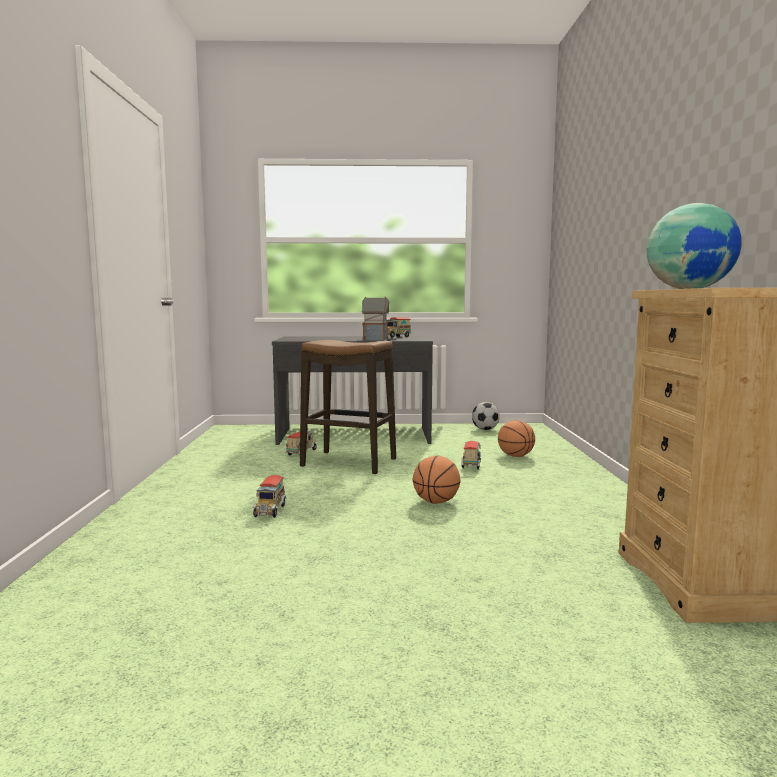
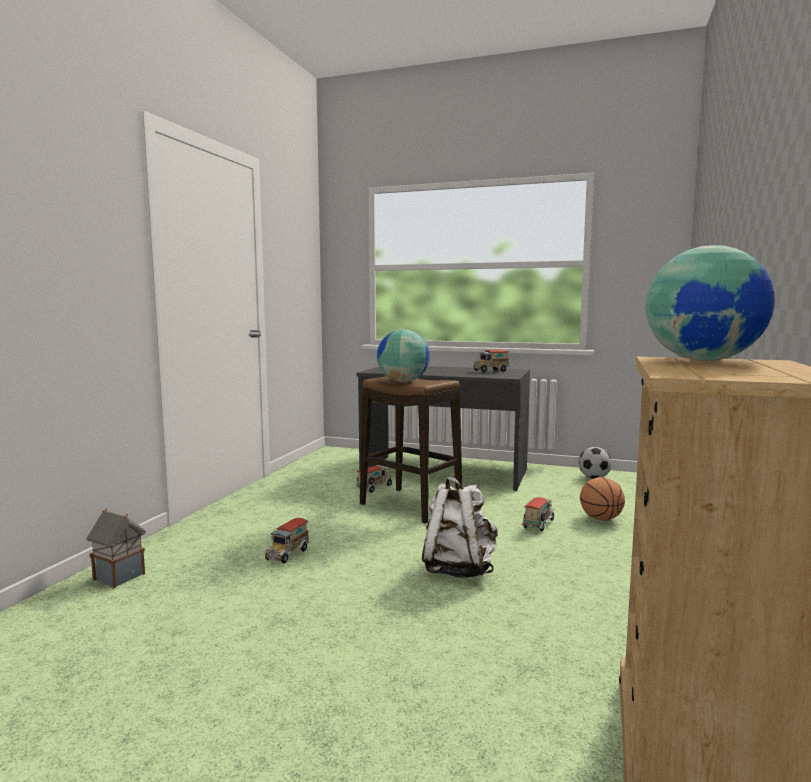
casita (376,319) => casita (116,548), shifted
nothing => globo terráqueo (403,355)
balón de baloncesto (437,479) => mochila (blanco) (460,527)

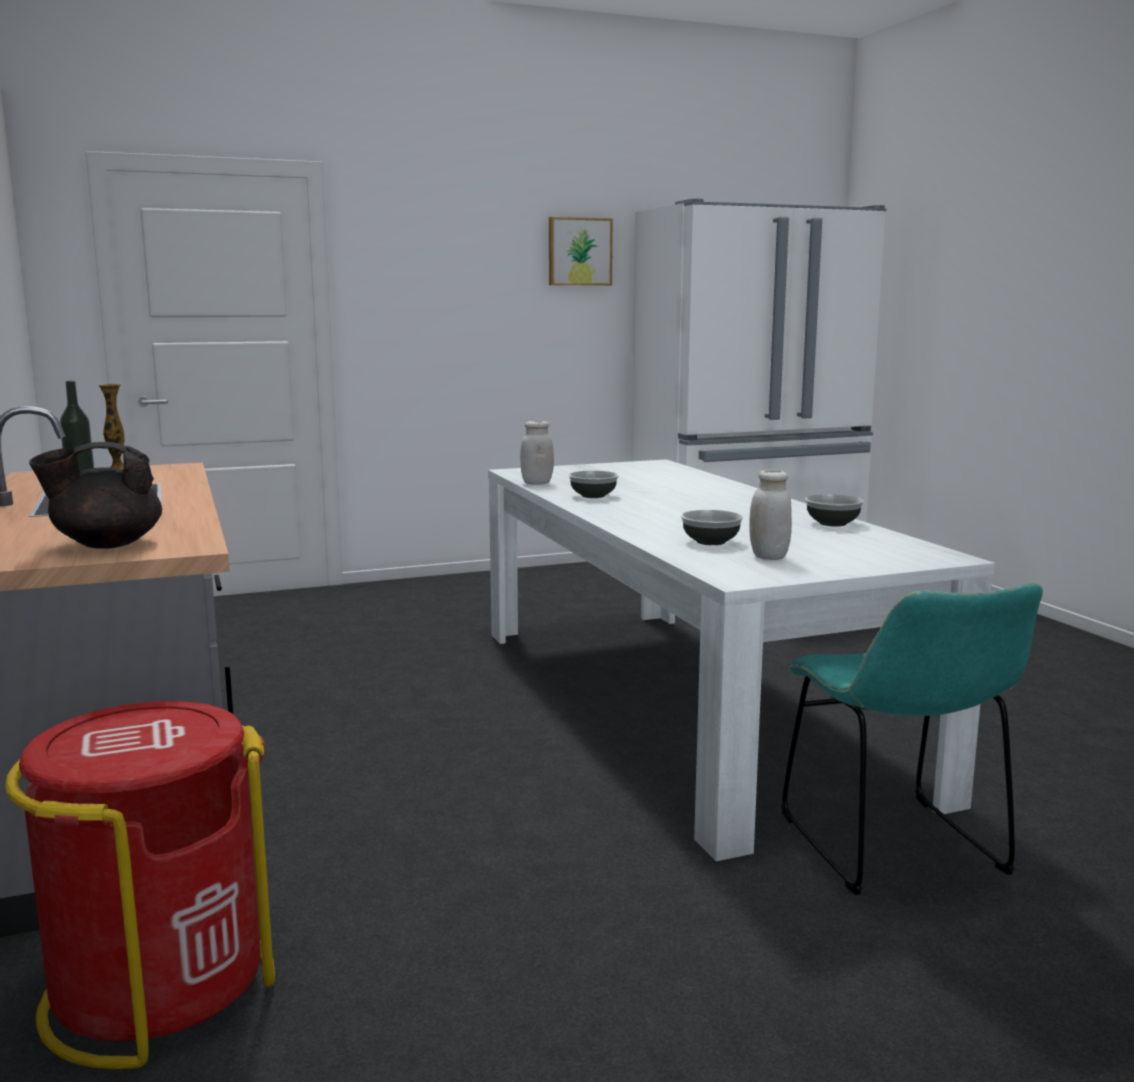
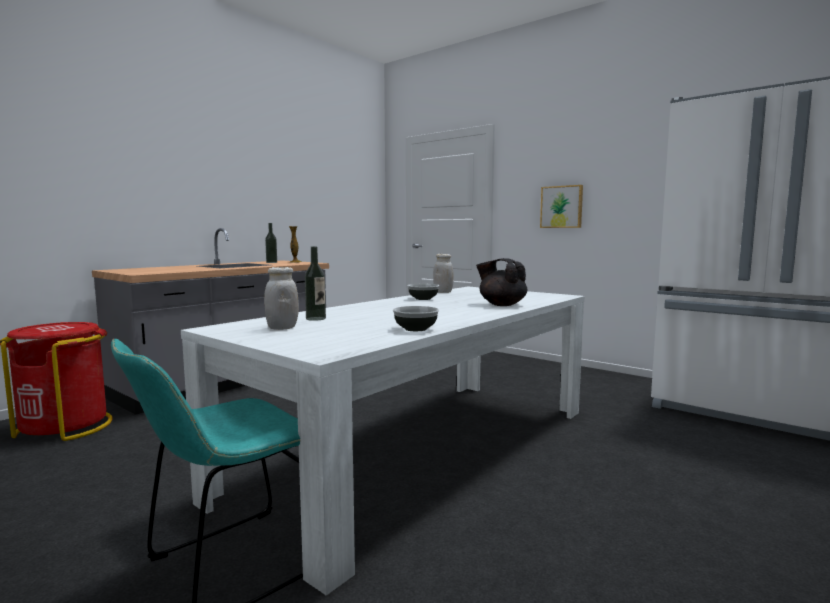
cuenco (712,527) => botella (315,283)
tetera (negro) (95,495) => tetera (negro) (501,282), shifted
cuadro (581,251) => cuadro (561,206), shifted

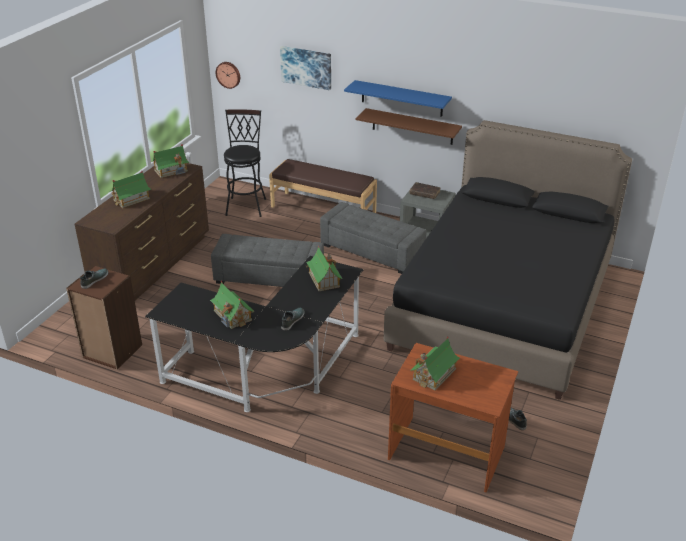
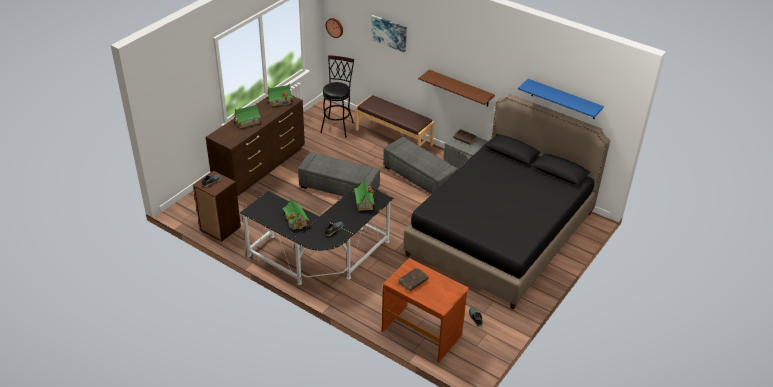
casita (435,364) => libro (marrón) (413,279)
estante (azul) (398,98) => estante (azul) (561,99), shifted

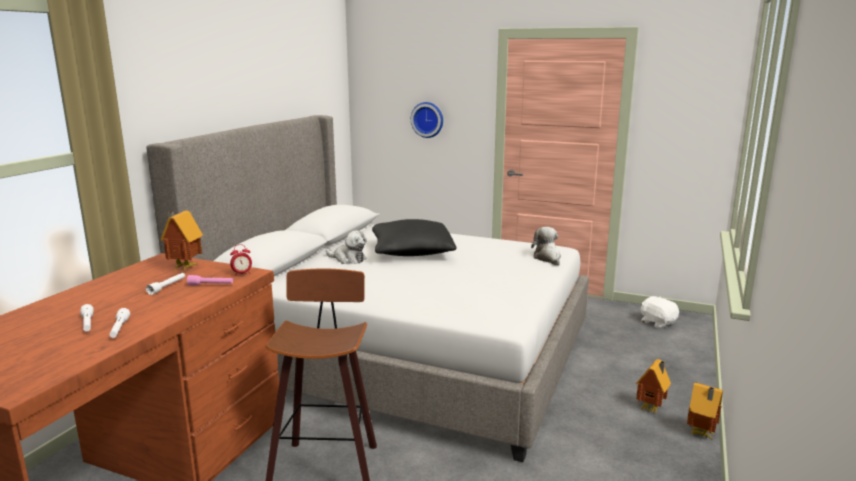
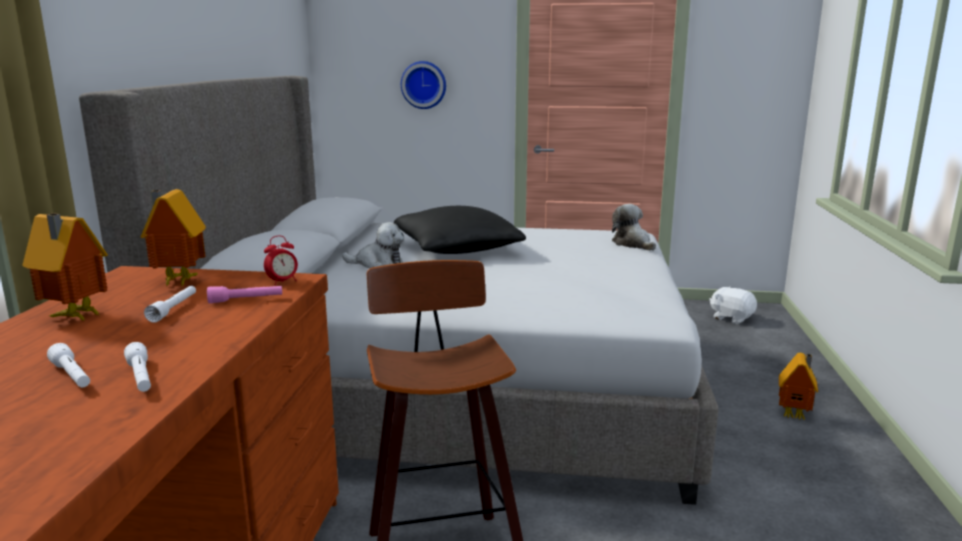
casita (705,410) => casita (65,267), shifted

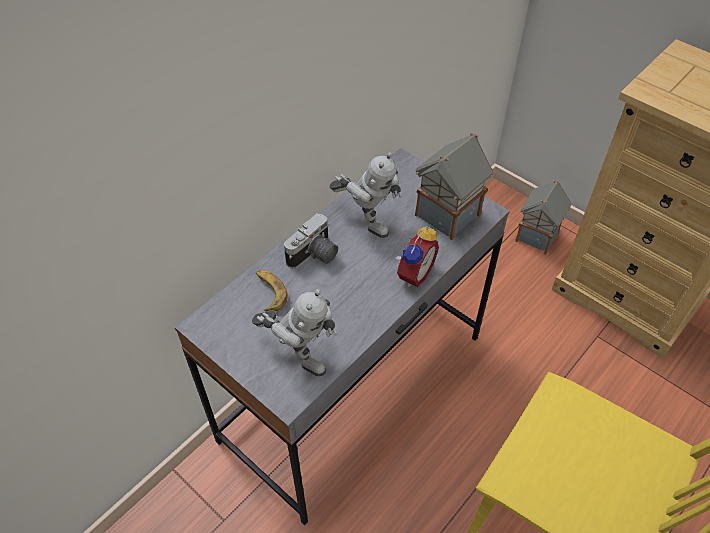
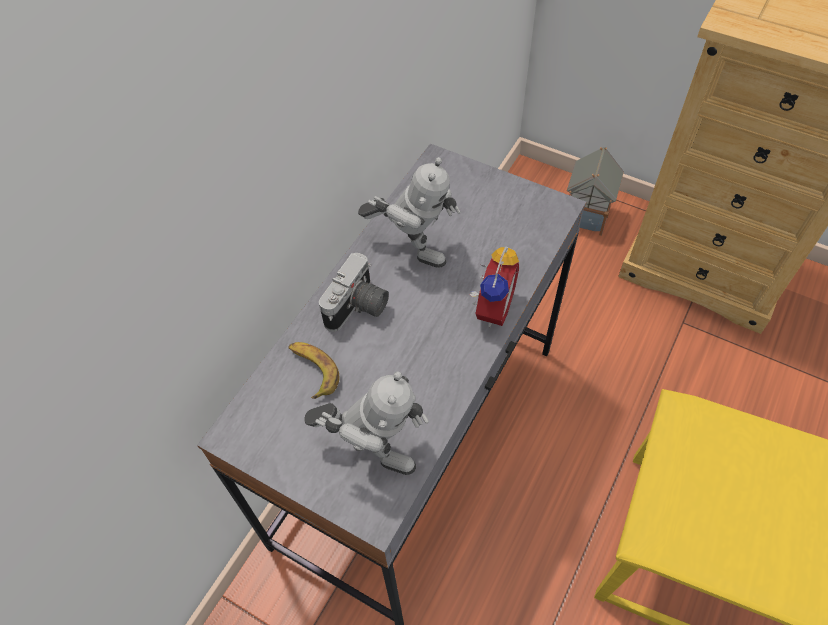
casita (454,186) => nothing

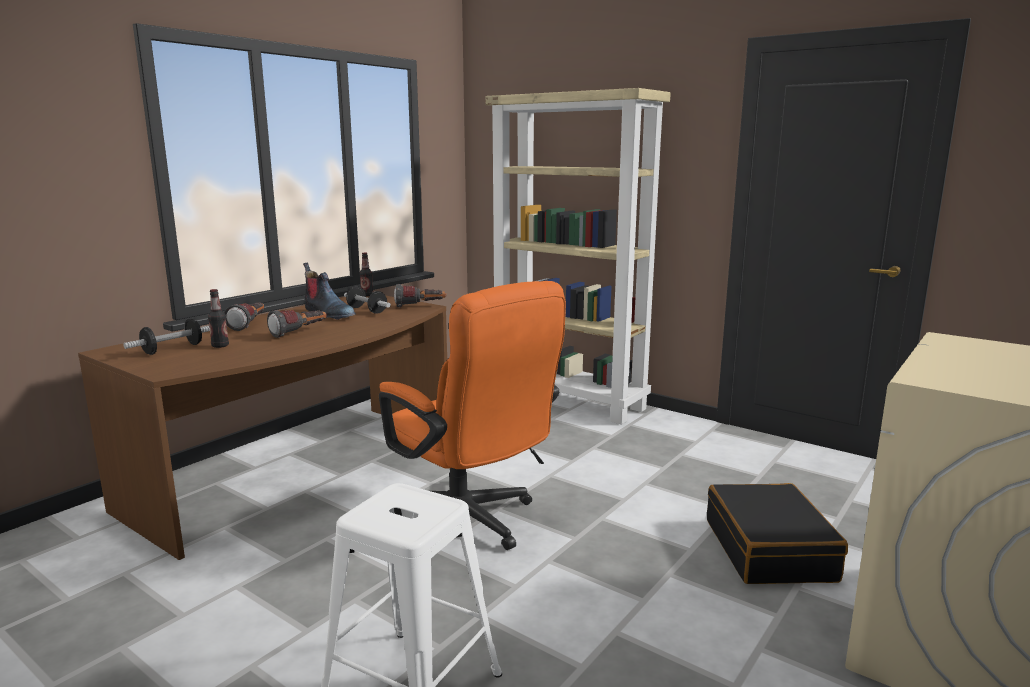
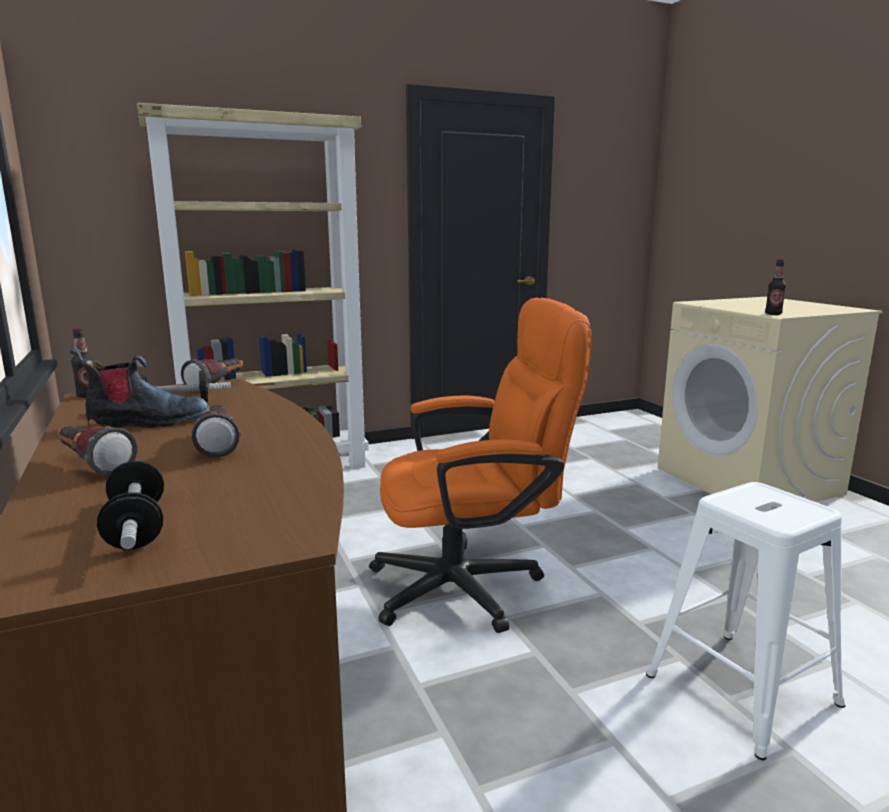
botella (218,318) => botella (775,287), shifted
maleta (negro) (777,533) => nothing

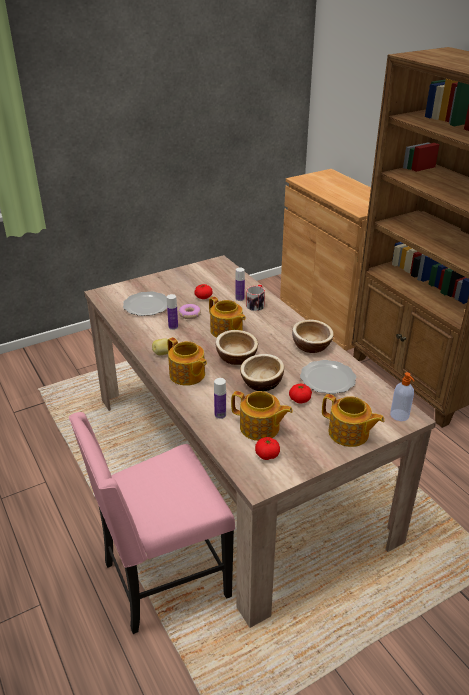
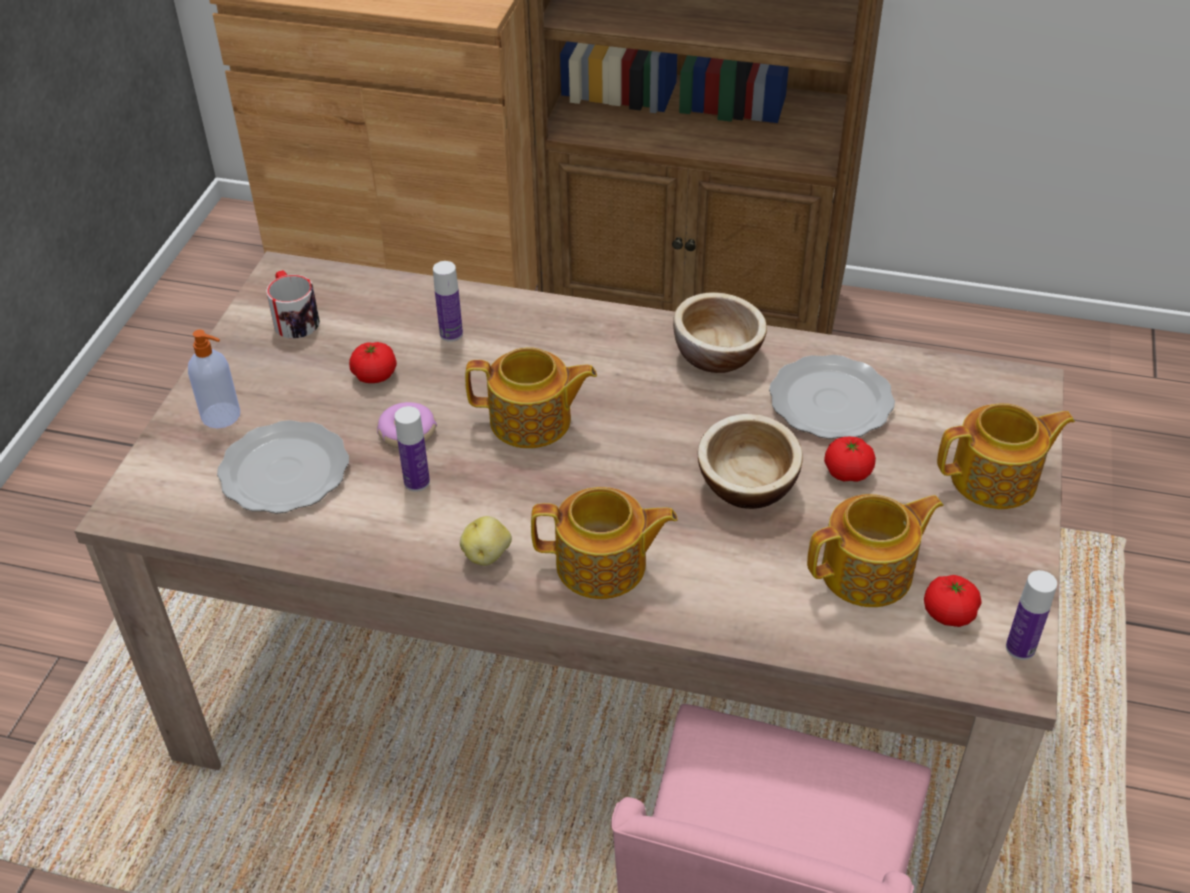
dispensador de jabón (402,396) => dispensador de jabón (214,379), shifted
taza grande (255,298) => taza grande (293,304), shifted
botella (220,398) => botella (1031,615), shifted
cuenco (237,347) => nothing

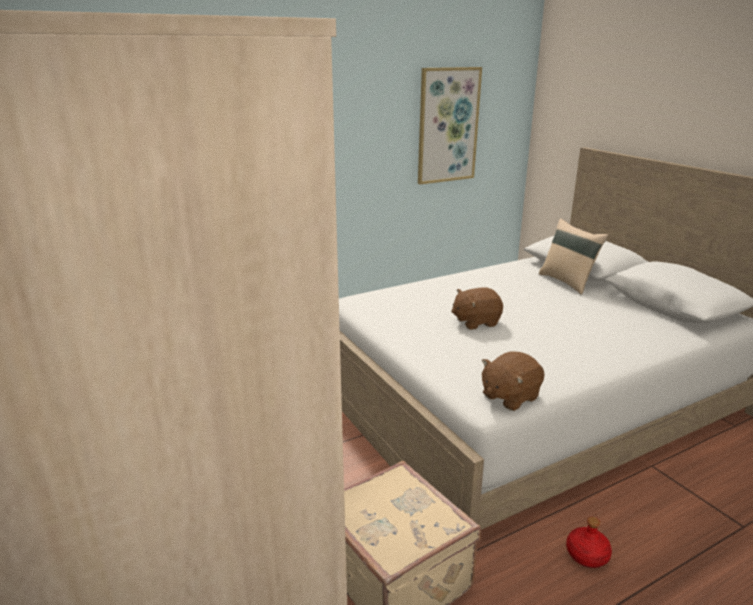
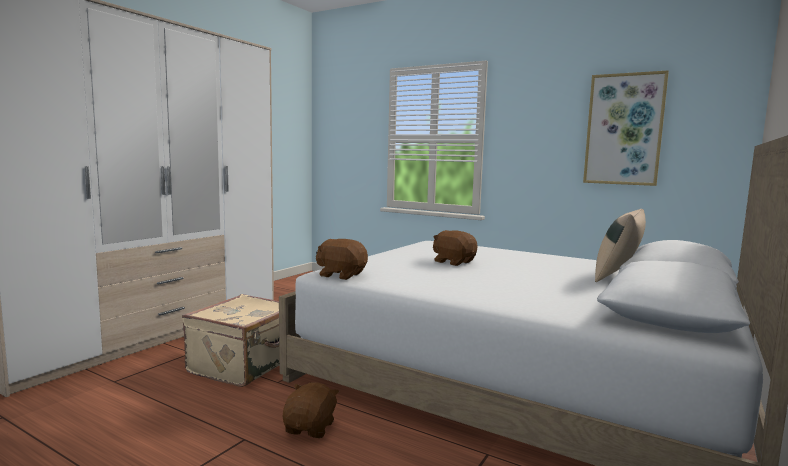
botella (rojo) (589,542) => peluche (marrón) (311,410)

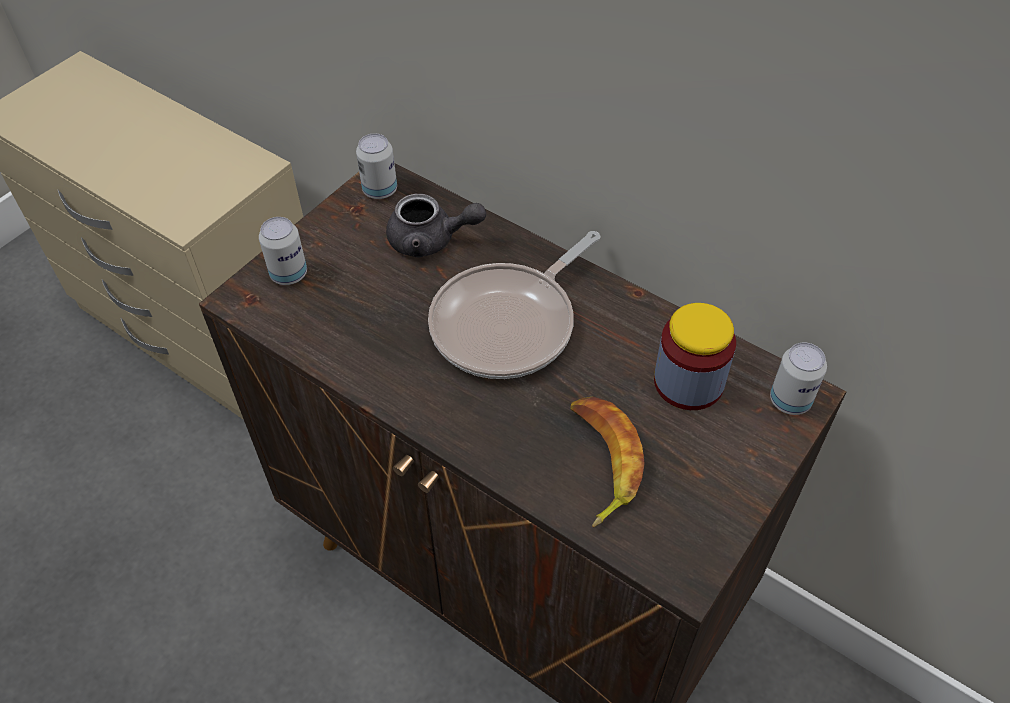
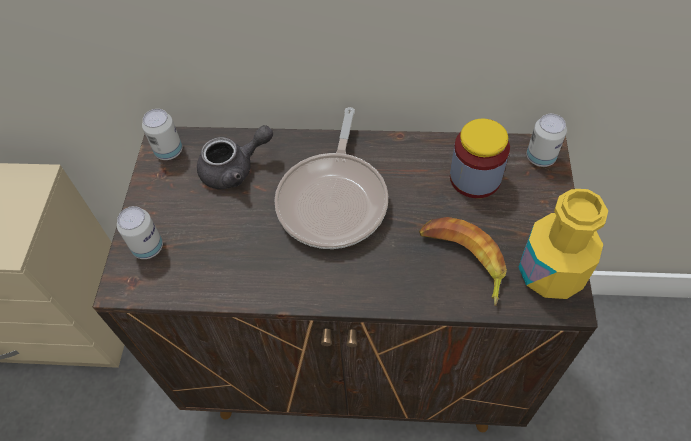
nothing => botella (amarillo) (563,244)

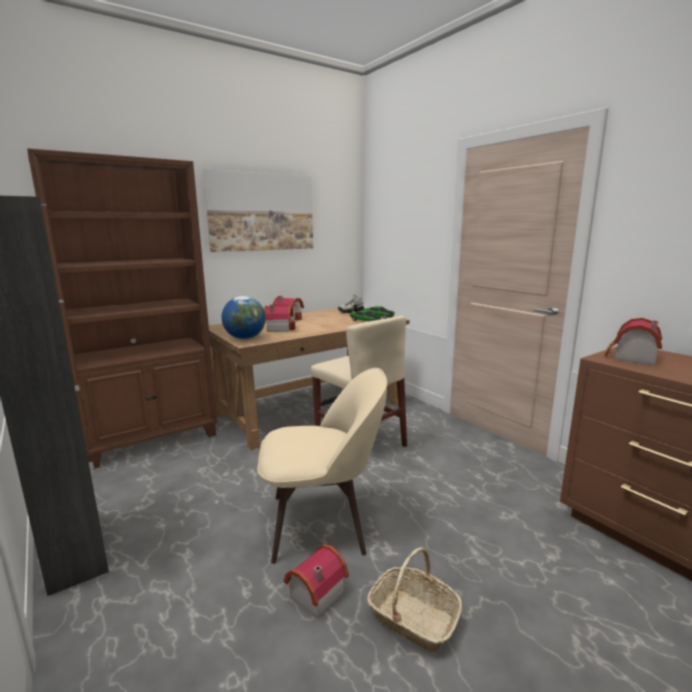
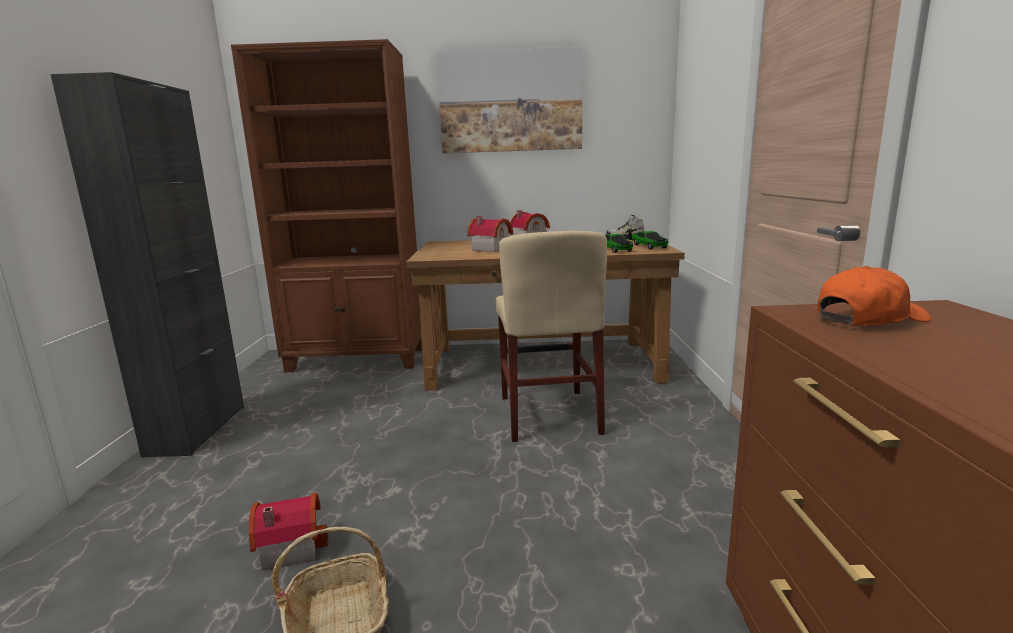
casita (633,342) => gorra (naranja) (874,296)
globo terráqueo (243,317) => nothing
silla (beis) (322,466) => nothing

